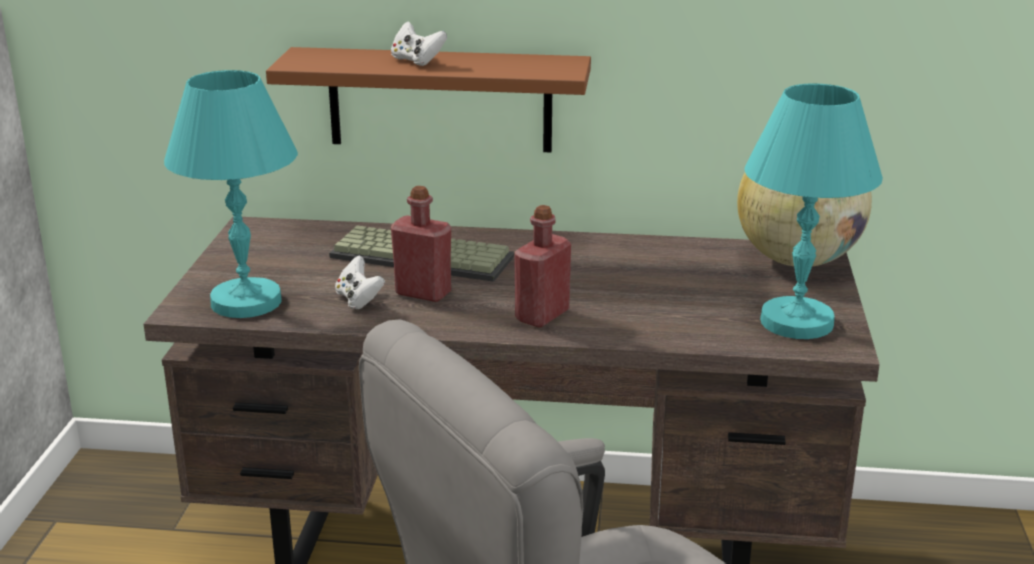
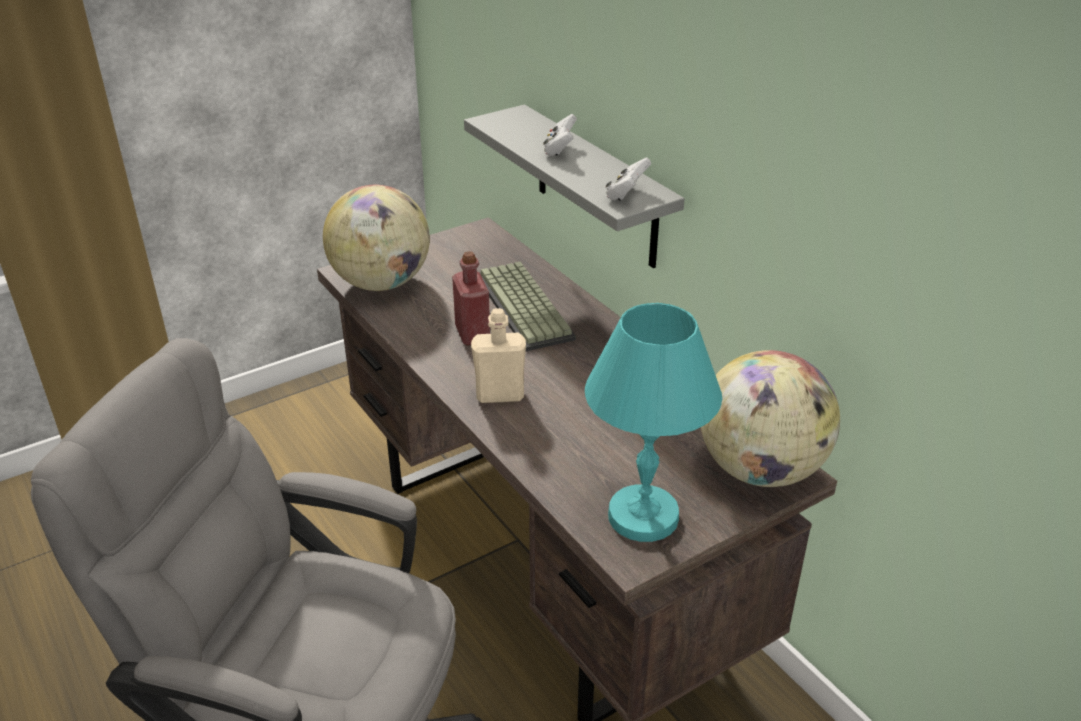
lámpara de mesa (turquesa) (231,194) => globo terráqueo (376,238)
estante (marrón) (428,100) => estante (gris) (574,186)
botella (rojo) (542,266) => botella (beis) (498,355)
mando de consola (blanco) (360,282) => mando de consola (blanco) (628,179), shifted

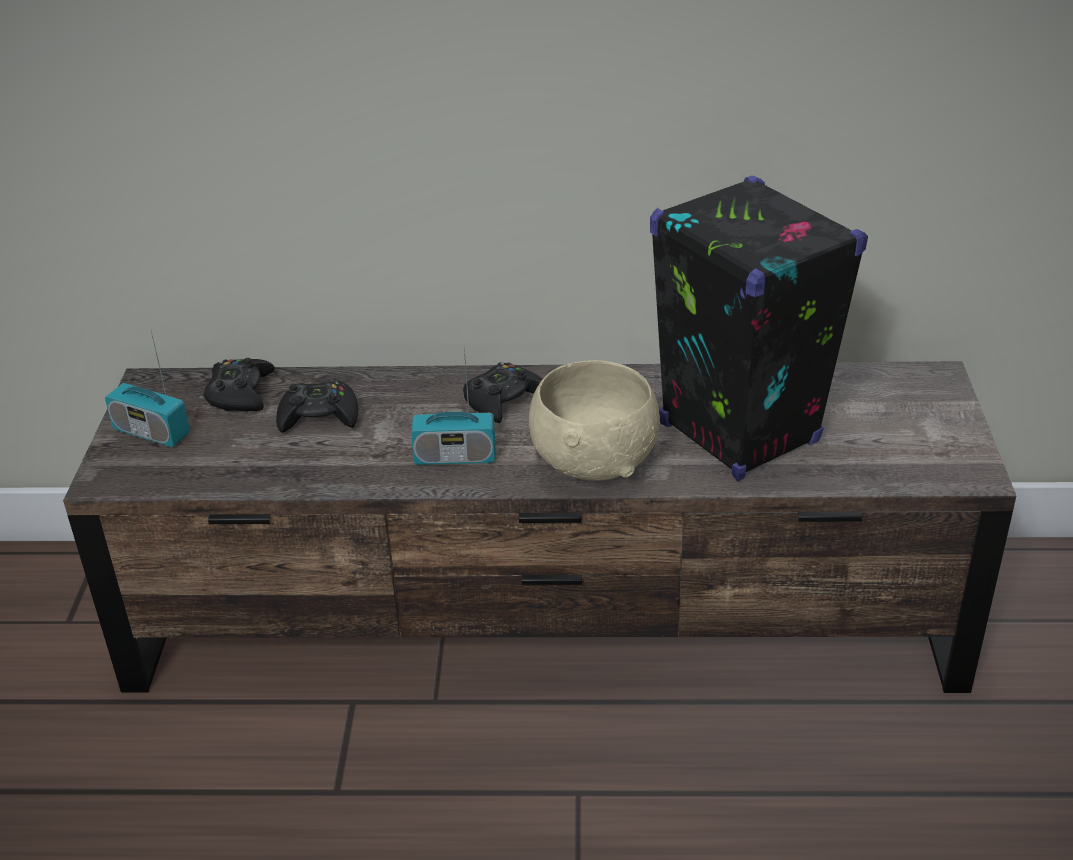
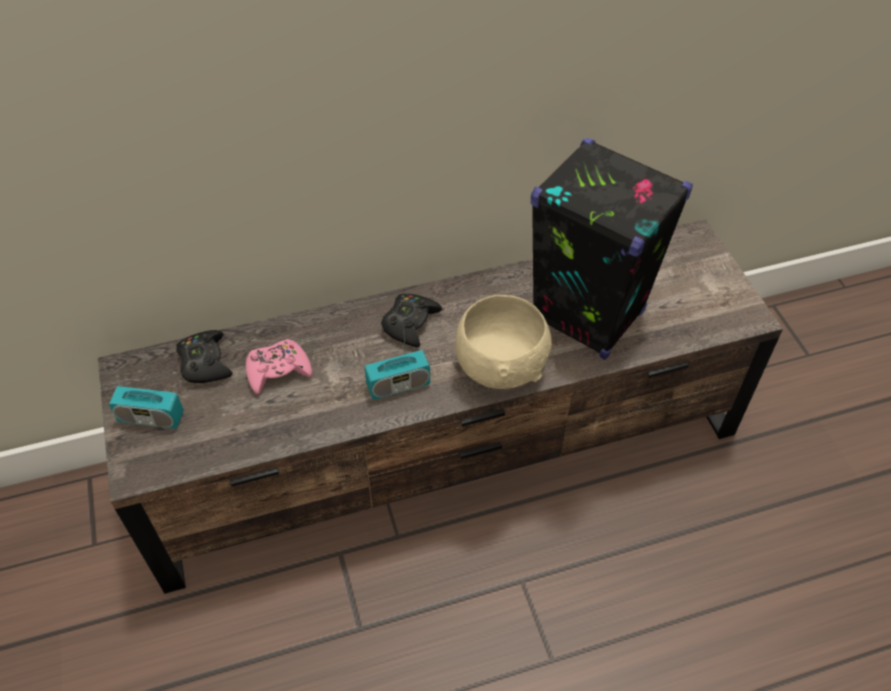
mando de consola (negro) (317,407) => mando de consola (rosa) (279,367)

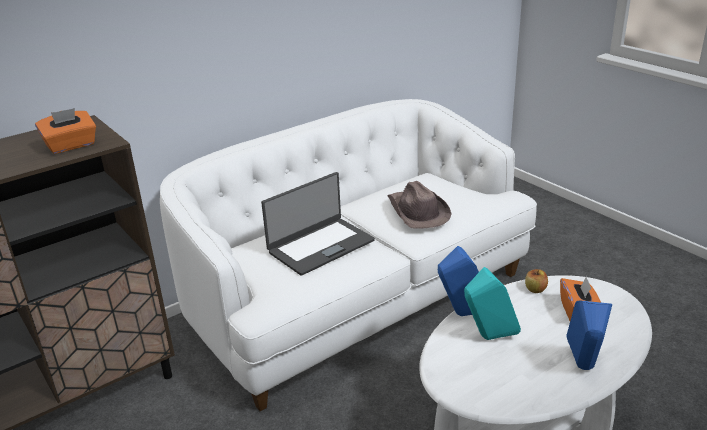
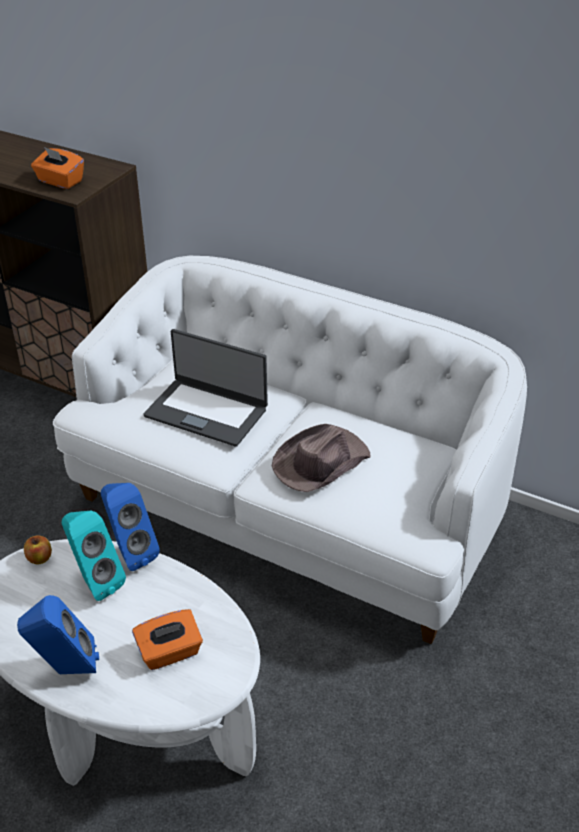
manzana (536,281) => manzana (38,550), shifted

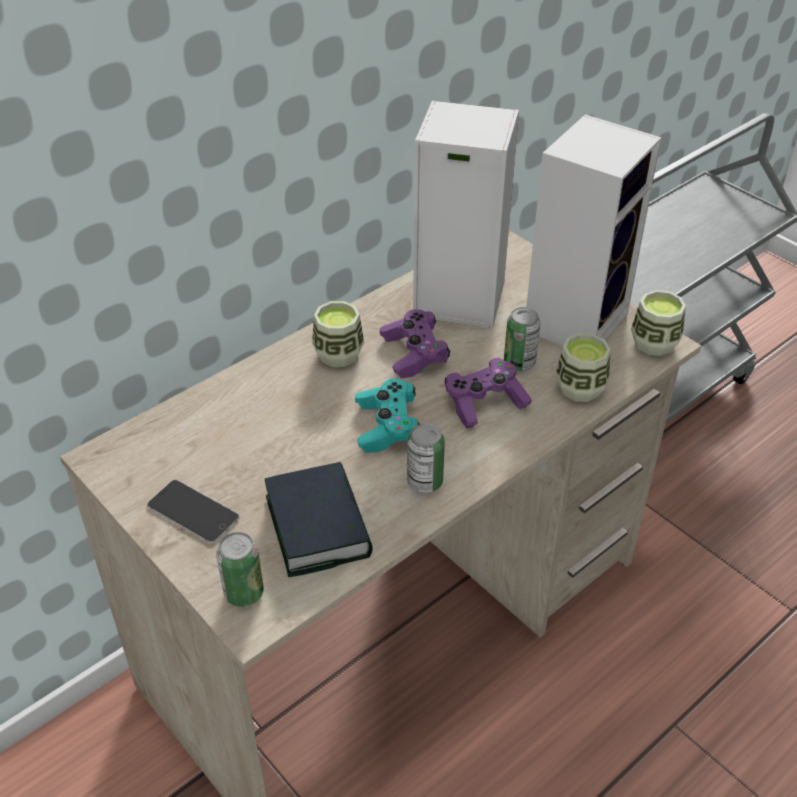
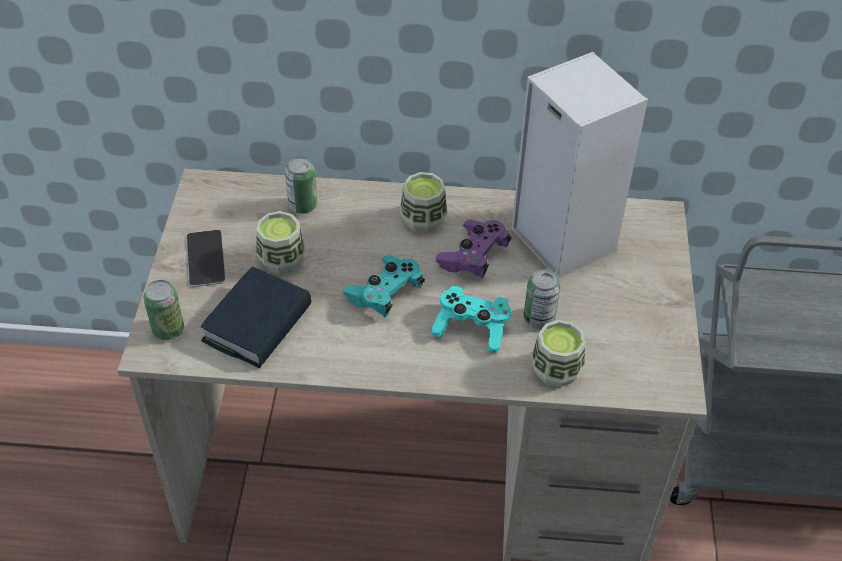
taza (658,323) => taza (281,242), shifted
lata (426,458) => lata (301,185), shifted
mando de consola (morado) (488,393) => mando de consola (turquesa) (470,319)
altavoz (593,230) => nothing

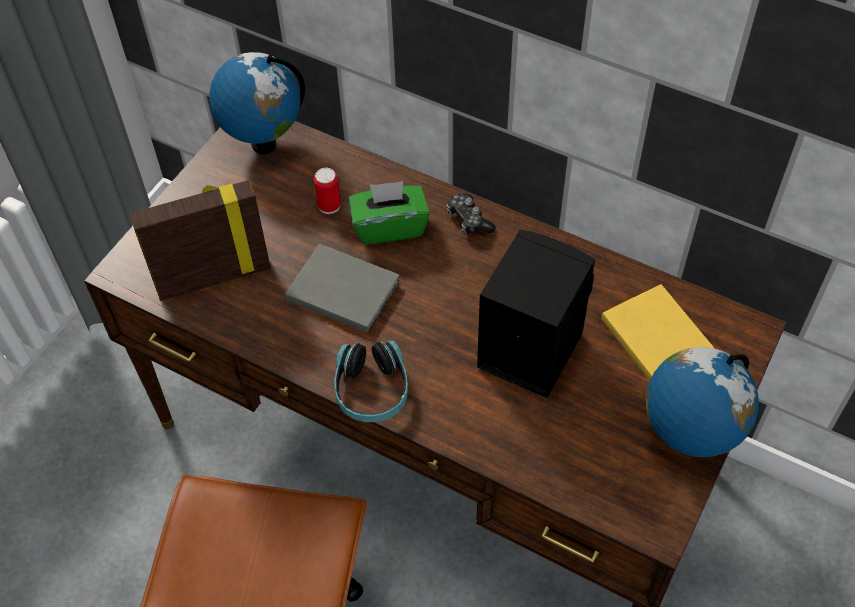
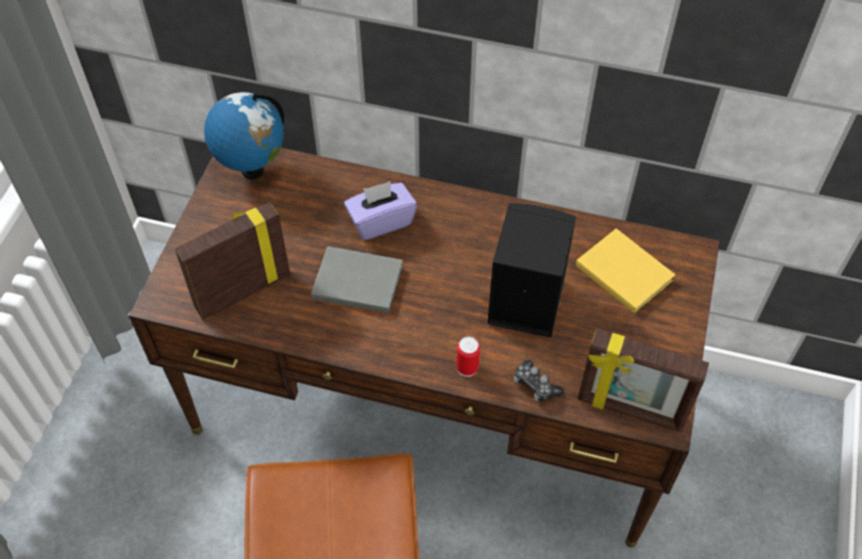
caja de pañuelos (verde) (389,213) => caja de pañuelos (morado) (380,210)
lata (327,191) => lata (468,357), shifted
mando de consola (471,214) => mando de consola (539,381), shifted
nothing => portarretratos (643,380)
auriculares (371,381) => nothing
globo terráqueo (702,402) => nothing

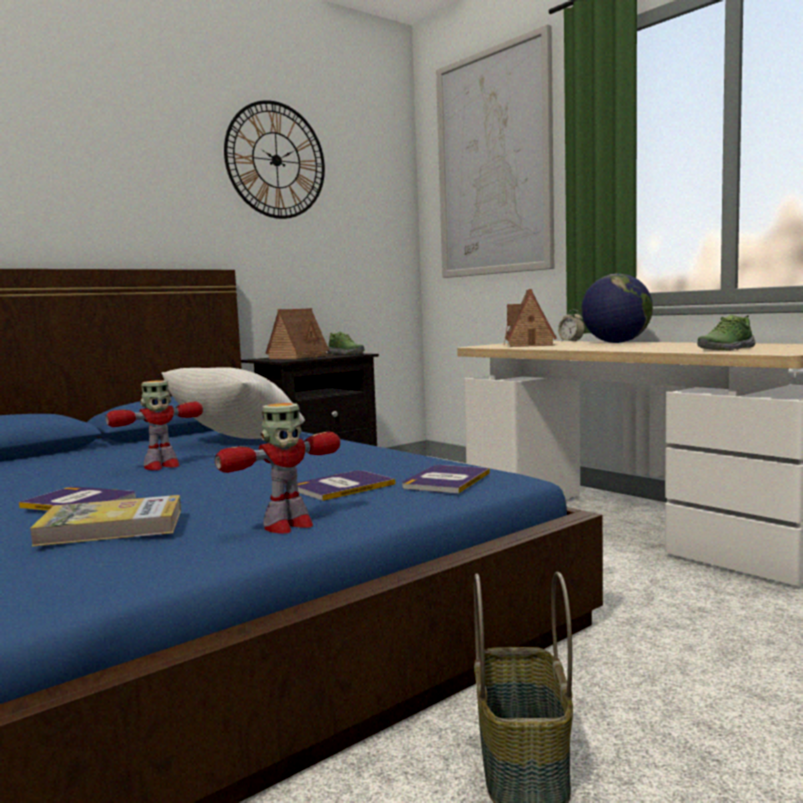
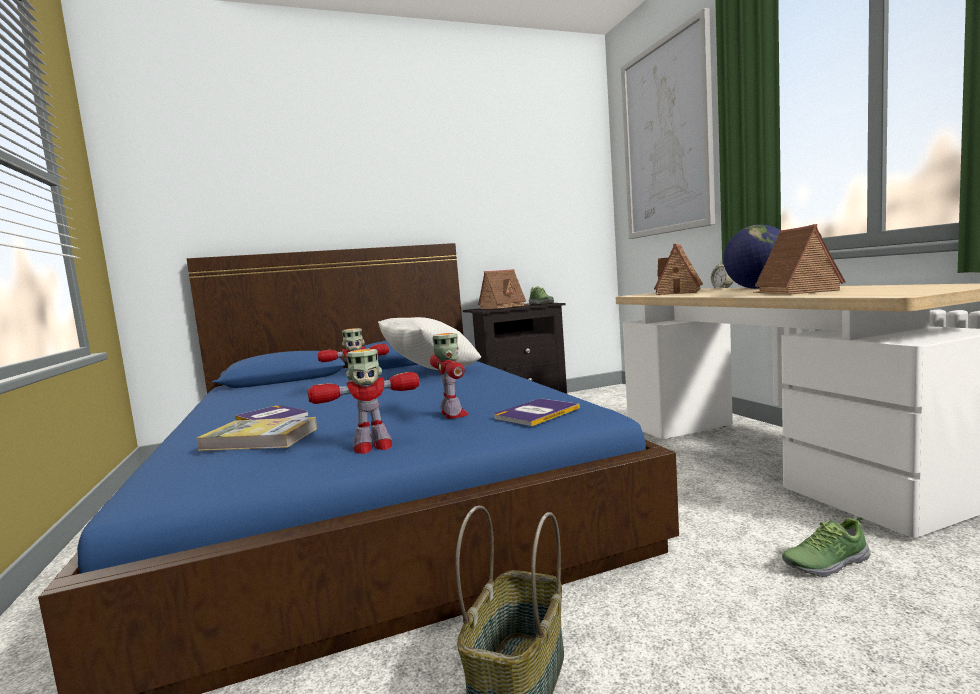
libro (346,485) => robot de juguete (449,376)
nothing => casita (800,259)
zapato (726,332) => zapato (826,547), shifted
reloj de pared (274,159) => nothing

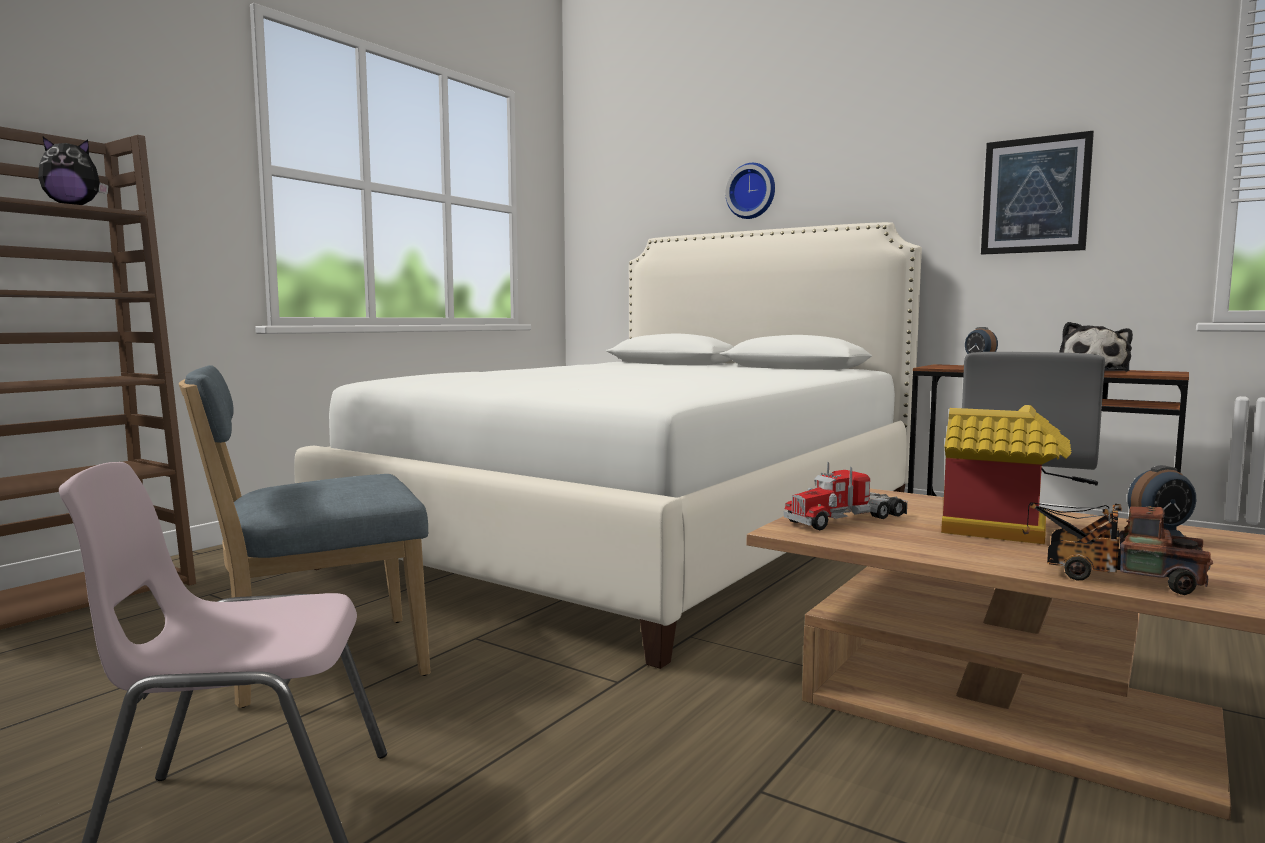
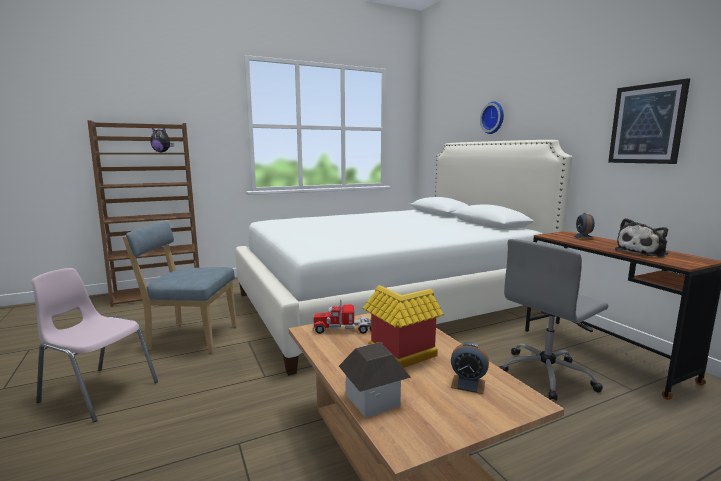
camión de juguete (1118,548) => casita (375,380)

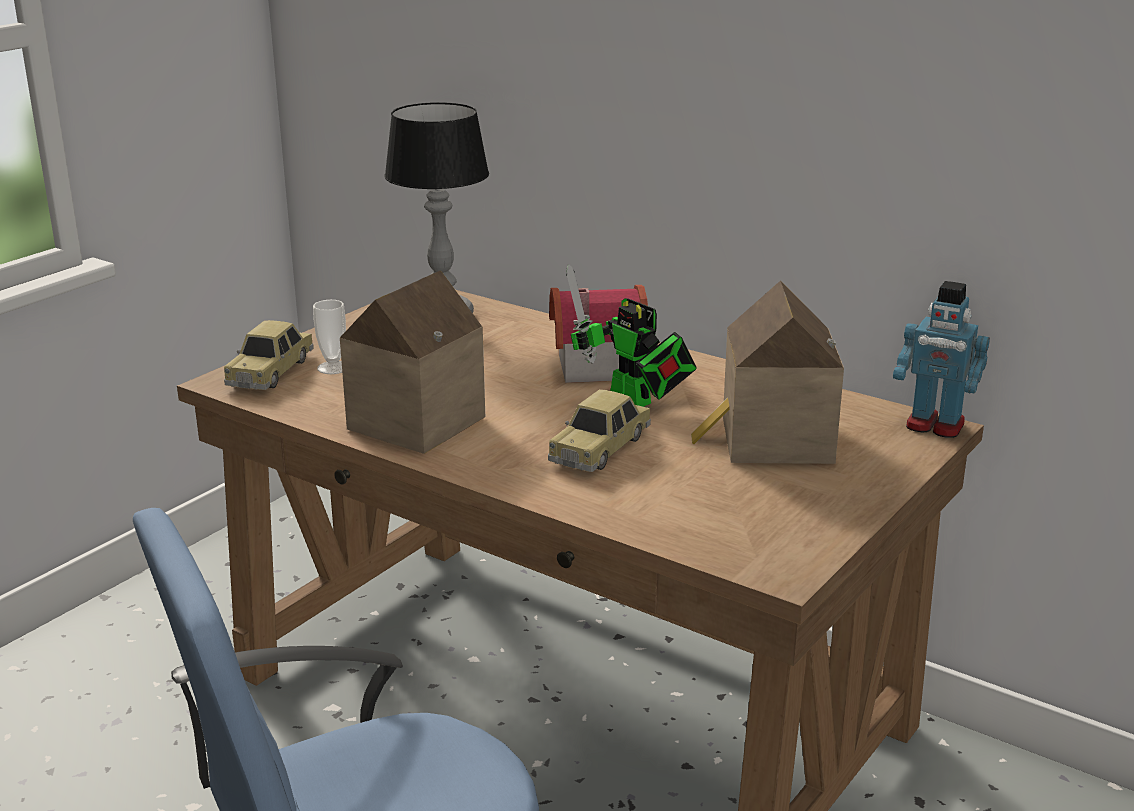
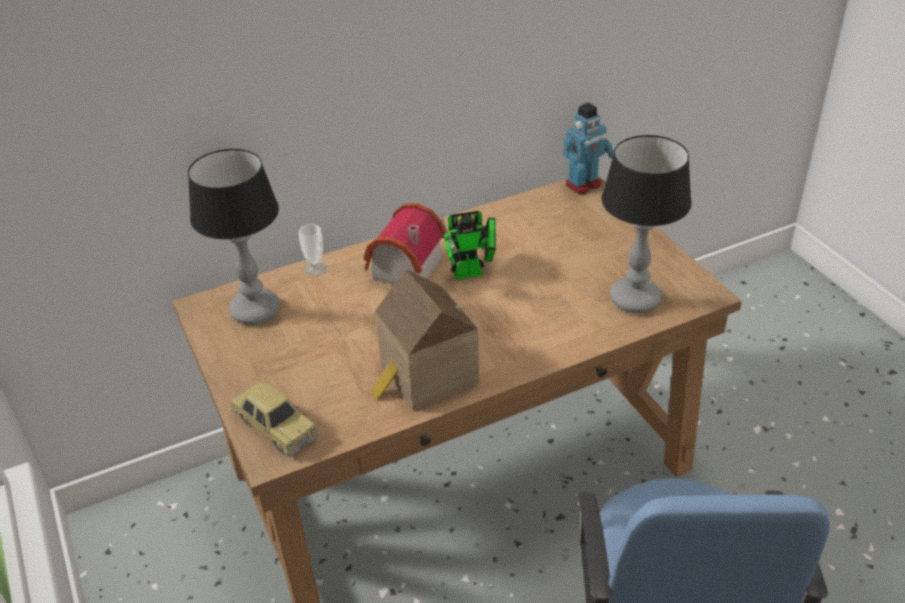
taza (329,337) => taza (313,250), shifted
nothing => lámpara de mesa (646,224)
coche de juguete (599,430) => nothing
casita (767,372) => nothing

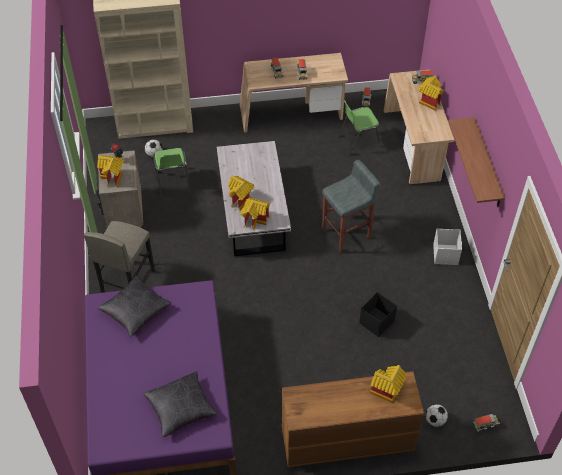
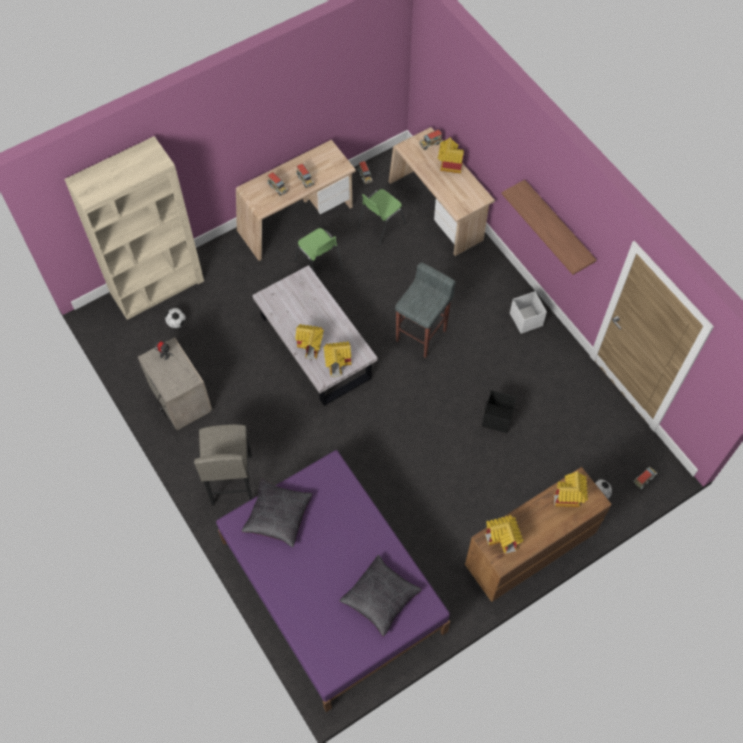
silla (verde) (171,172) => silla (verde) (319,251), shifted
casita (110,171) => casita (504,534), shifted

